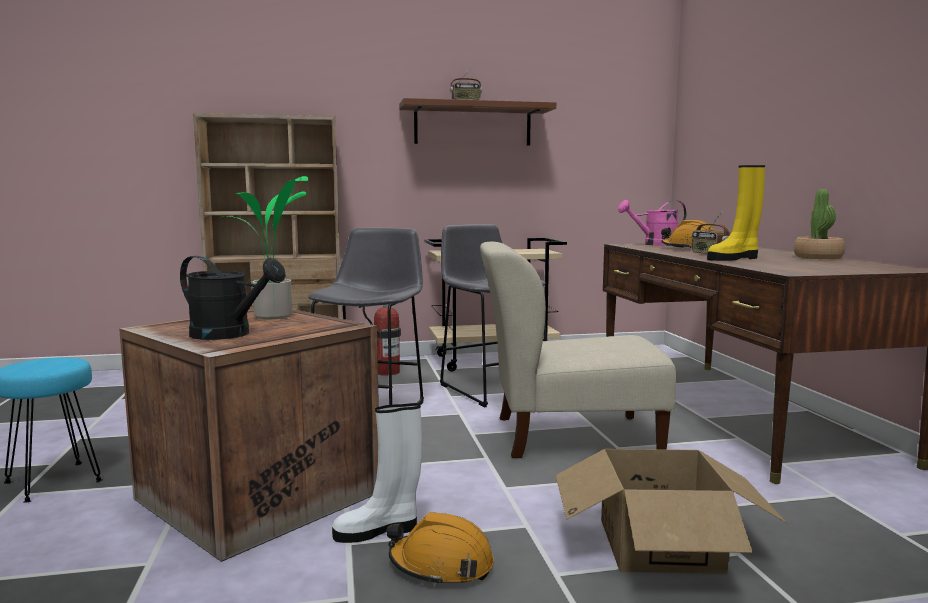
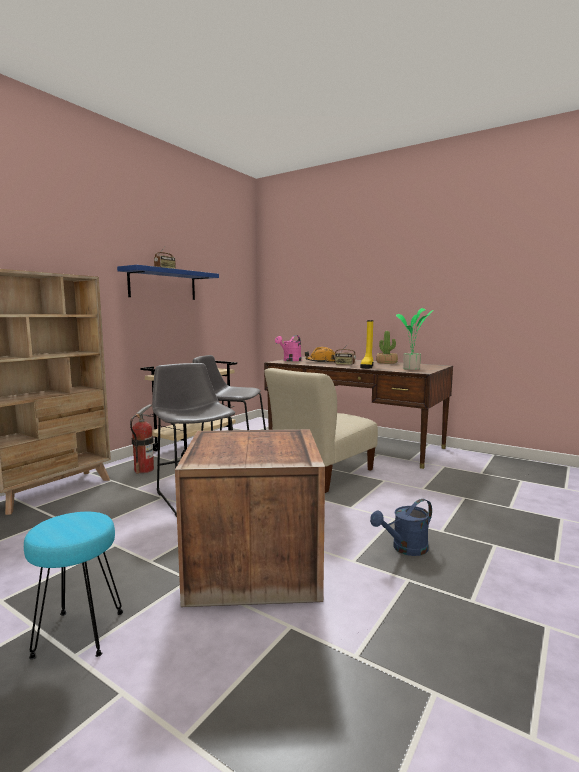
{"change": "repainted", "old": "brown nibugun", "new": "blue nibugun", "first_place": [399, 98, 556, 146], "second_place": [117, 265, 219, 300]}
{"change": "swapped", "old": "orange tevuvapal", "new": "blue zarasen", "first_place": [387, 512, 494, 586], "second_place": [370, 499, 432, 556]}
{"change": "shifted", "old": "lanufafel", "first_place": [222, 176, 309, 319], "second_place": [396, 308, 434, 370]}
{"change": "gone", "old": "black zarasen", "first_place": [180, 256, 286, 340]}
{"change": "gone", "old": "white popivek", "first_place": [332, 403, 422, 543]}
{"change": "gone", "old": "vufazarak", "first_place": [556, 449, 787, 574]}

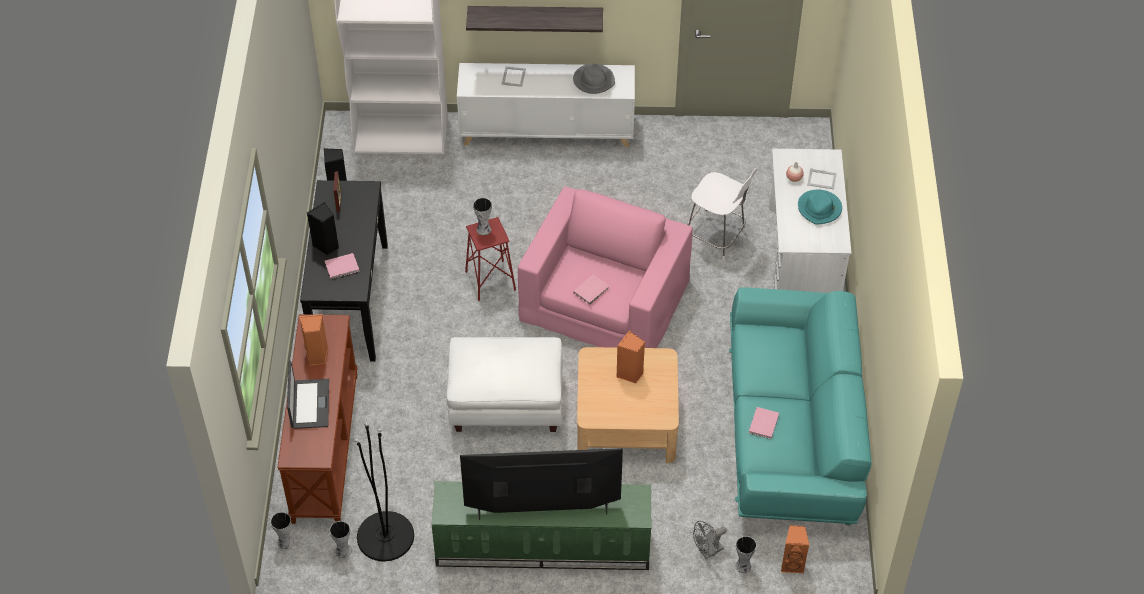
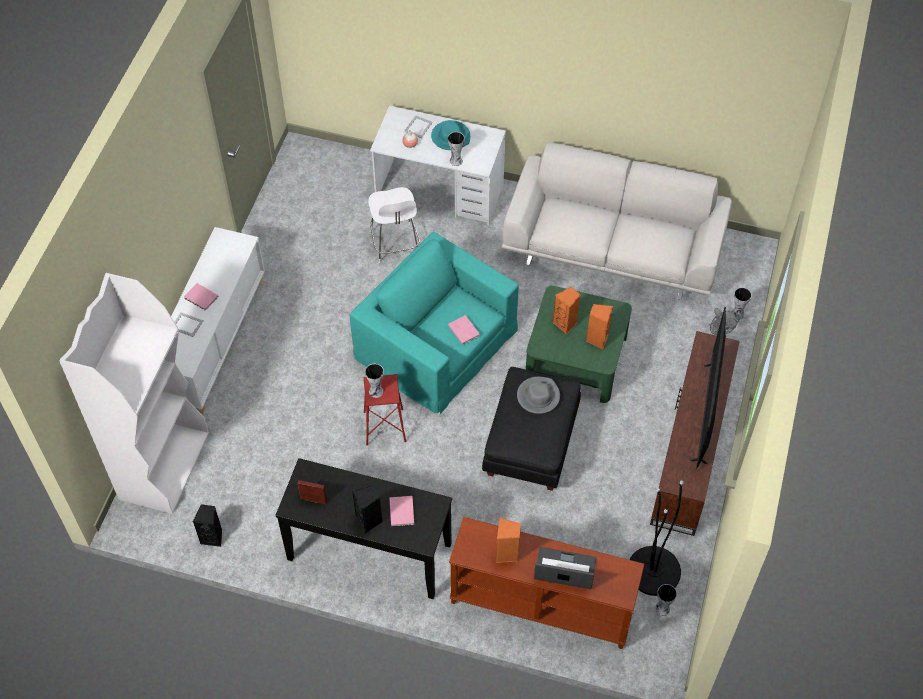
{"change": "shifted", "old": "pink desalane", "first_place": [749, 407, 779, 439], "second_place": [184, 283, 219, 311]}
{"change": "repainted", "old": "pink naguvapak", "new": "turquoise naguvapak", "first_place": [518, 186, 693, 348], "second_place": [350, 232, 519, 414]}
{"change": "rotated", "old": "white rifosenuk", "first_place": [686, 168, 757, 260], "second_place": [368, 187, 420, 263], "degrees": 120}
{"change": "shifted", "old": "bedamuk", "first_place": [271, 512, 294, 549], "second_place": [448, 132, 465, 166]}
{"change": "repainted", "old": "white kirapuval", "new": "black kirapuval", "first_place": [447, 337, 562, 432], "second_place": [482, 367, 581, 491]}
{"change": "repainted", "old": "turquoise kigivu", "new": "white kigivu", "first_place": [729, 287, 872, 526], "second_place": [502, 142, 732, 300]}
{"change": "shifted", "old": "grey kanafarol", "first_place": [573, 64, 615, 94], "second_place": [517, 377, 560, 414]}
{"change": "repainted", "old": "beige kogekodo", "new": "green kogekodo", "first_place": [577, 347, 679, 463], "second_place": [526, 286, 632, 403]}
{"change": "shifted", "old": "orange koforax", "first_place": [781, 525, 809, 573], "second_place": [586, 304, 613, 349]}
{"change": "repainted", "old": "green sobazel", "new": "brown sobazel", "first_place": [431, 481, 651, 570], "second_place": [650, 331, 740, 536]}
{"change": "gone", "old": "nibugun", "first_place": [466, 6, 603, 32]}

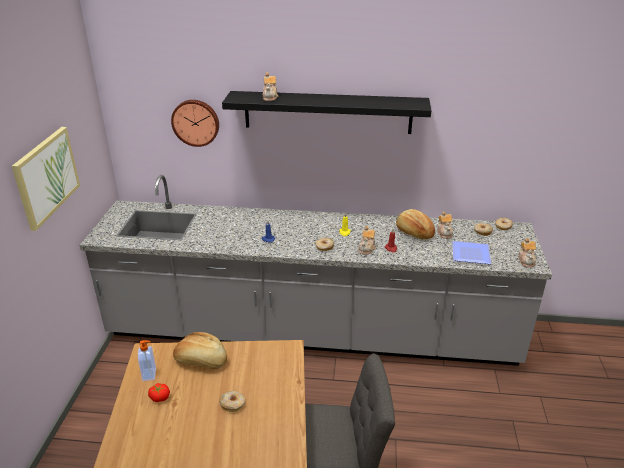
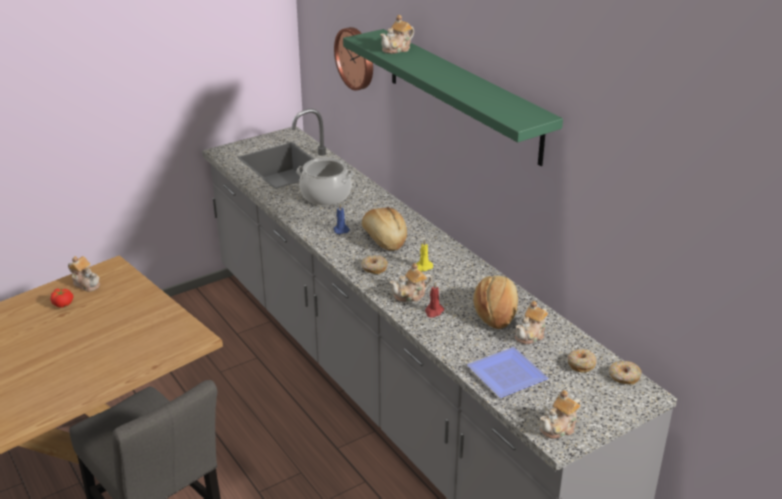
{"change": "swapped", "old": "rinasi", "new": "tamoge", "first_place": [138, 340, 156, 381], "second_place": [68, 256, 100, 292]}
{"change": "new", "new": "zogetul", "second_place": [296, 157, 354, 205]}
{"change": "repainted", "old": "black nibugun", "new": "green nibugun", "first_place": [222, 91, 431, 134], "second_place": [343, 29, 563, 166]}
{"change": "shifted", "old": "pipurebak", "first_place": [173, 332, 227, 369], "second_place": [362, 207, 407, 251]}
{"change": "gone", "old": "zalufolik", "first_place": [12, 127, 80, 231]}
{"change": "gone", "old": "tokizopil", "first_place": [219, 391, 245, 412]}

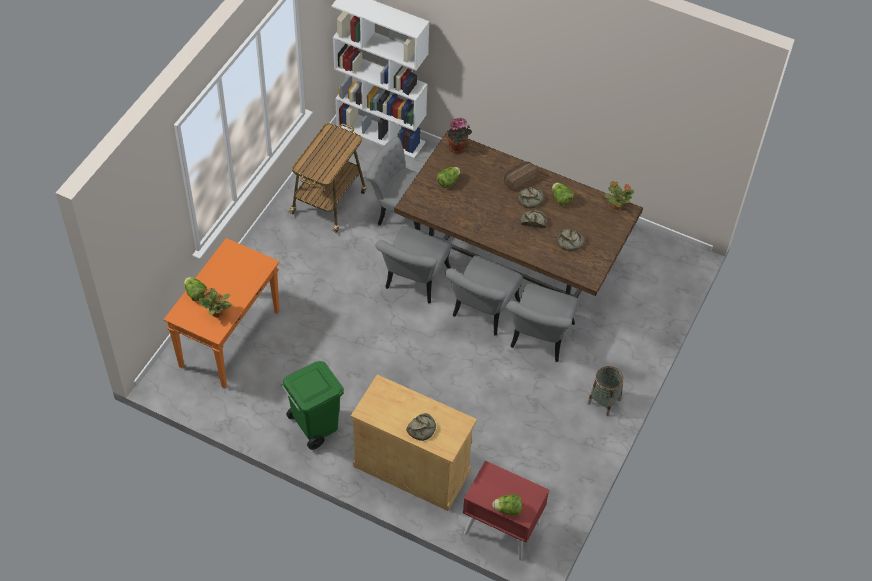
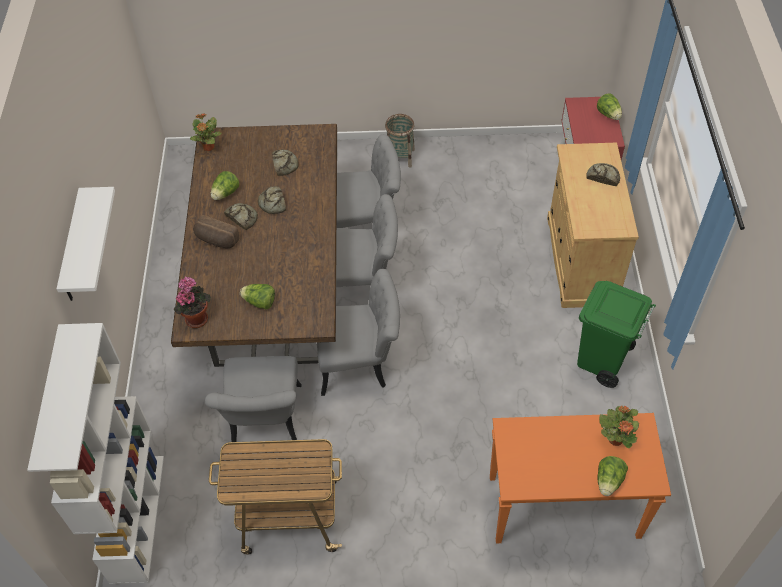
{"change": "new", "new": "white nibugun", "second_place": [57, 187, 115, 301]}

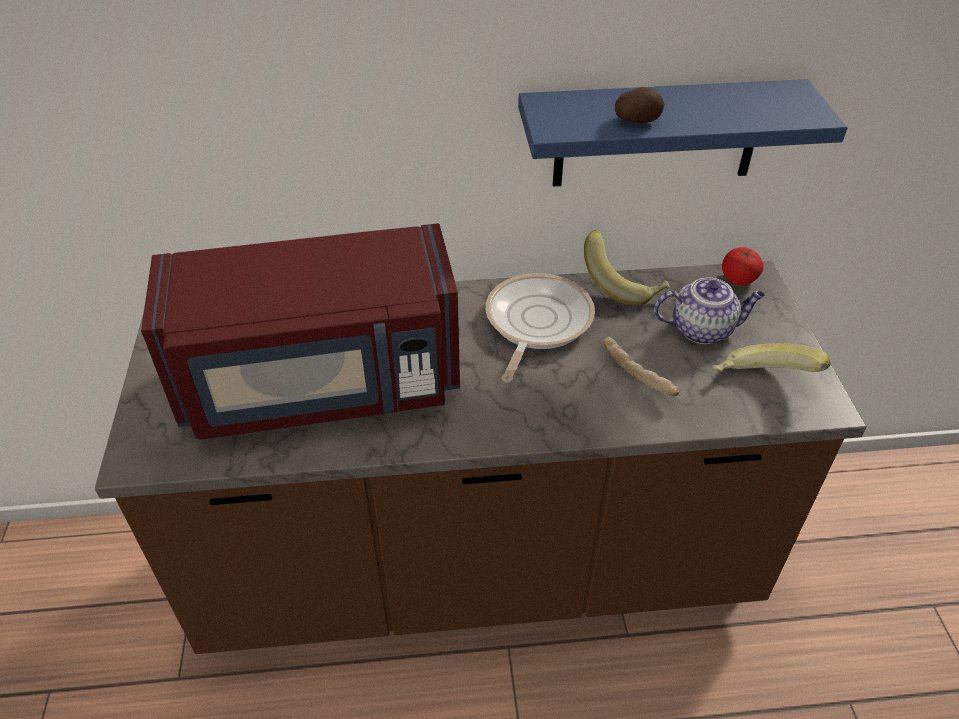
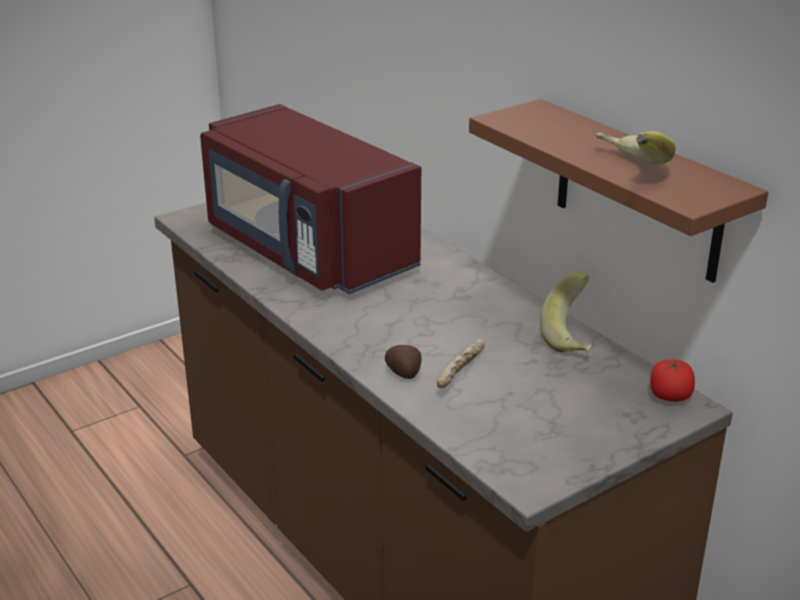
{"change": "shifted", "old": "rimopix", "first_place": [615, 87, 664, 123], "second_place": [385, 345, 422, 379]}
{"change": "repainted", "old": "blue nibugun", "new": "brown nibugun", "first_place": [518, 79, 847, 187], "second_place": [469, 99, 768, 283]}
{"change": "shifted", "old": "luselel", "first_place": [713, 343, 831, 372], "second_place": [596, 131, 676, 164]}
{"change": "gone", "old": "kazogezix", "first_place": [486, 273, 595, 383]}
{"change": "gone", "old": "tamoge", "first_place": [654, 277, 765, 344]}

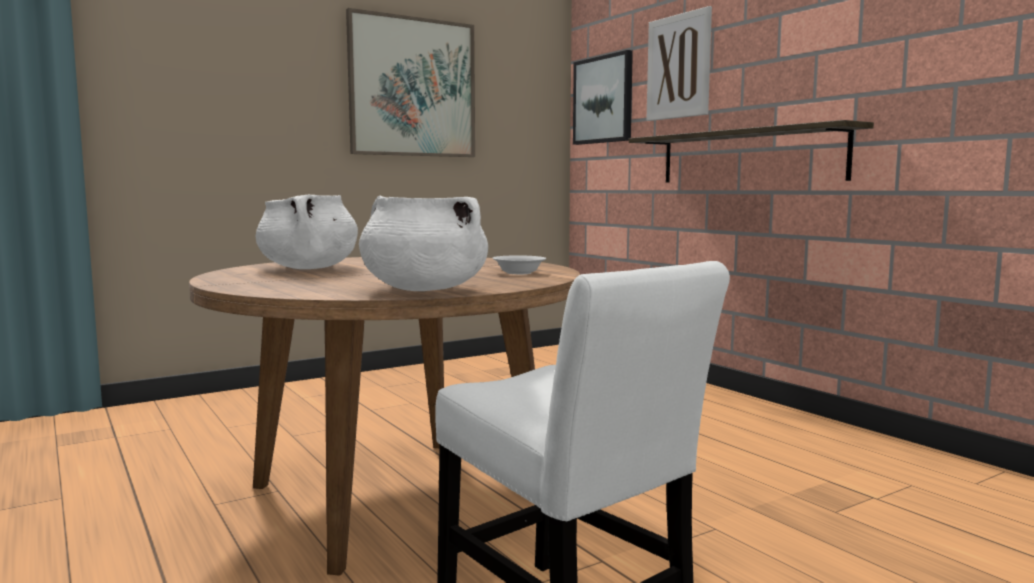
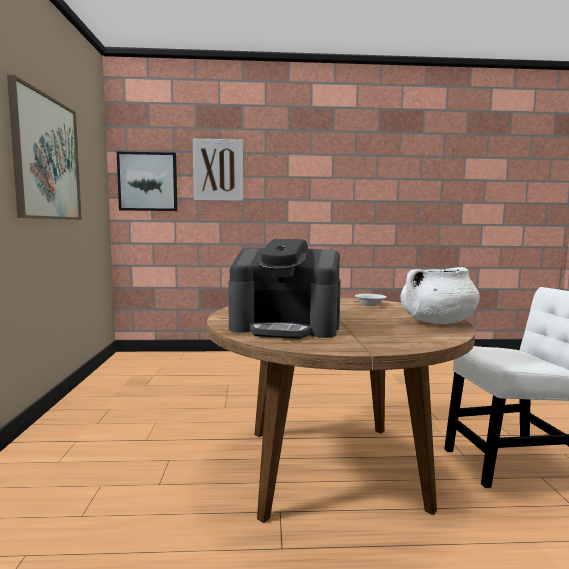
{"change": "swapped", "old": "white zogetul", "new": "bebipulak", "first_place": [256, 195, 358, 269], "second_place": [228, 239, 341, 339]}
{"change": "gone", "old": "nibugun", "first_place": [629, 120, 874, 183]}

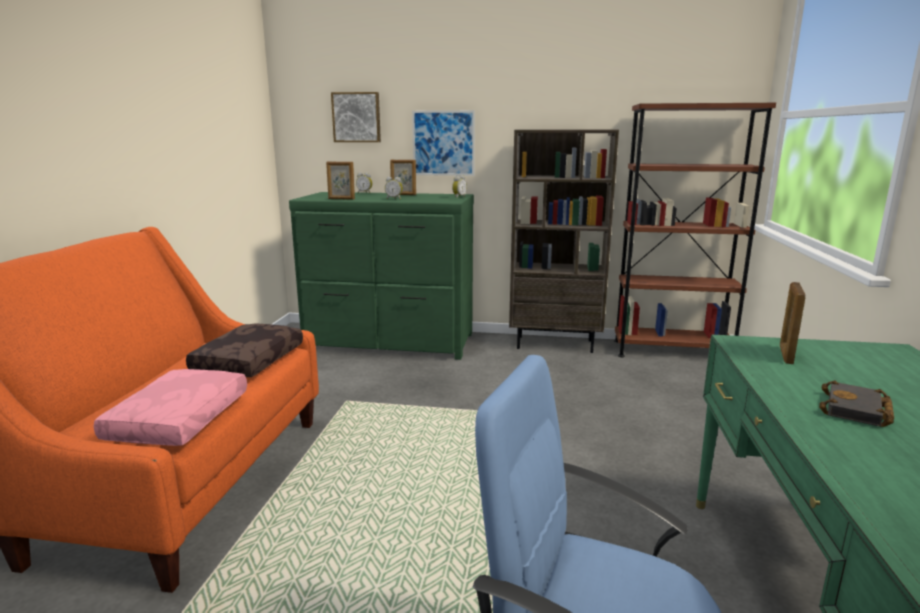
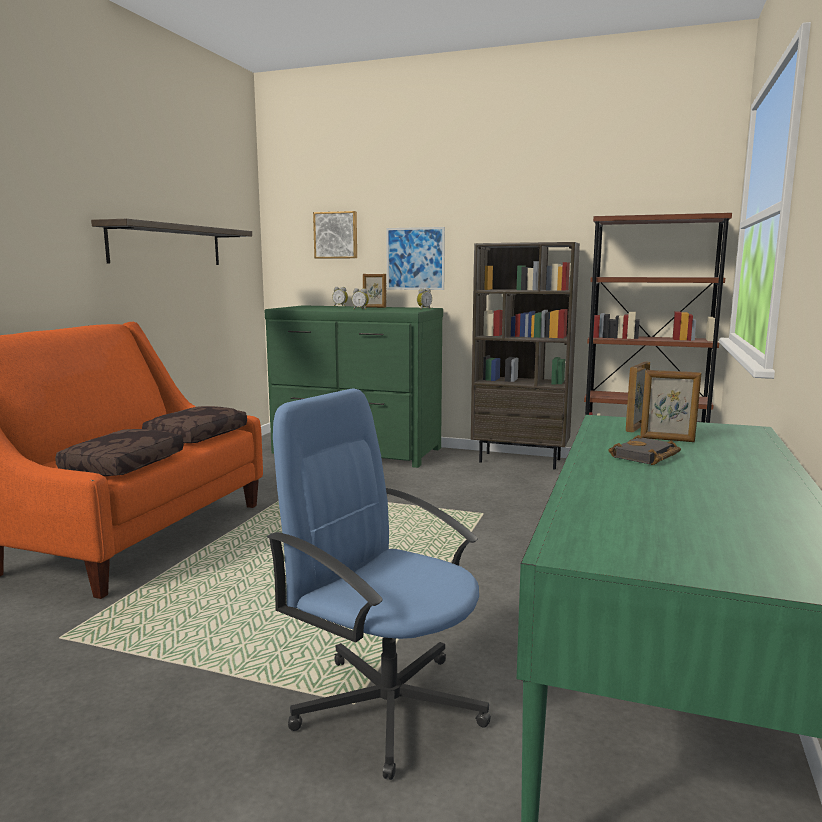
{"change": "repainted", "old": "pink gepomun", "new": "brown gepomun", "first_place": [93, 369, 247, 446], "second_place": [55, 429, 184, 476]}
{"change": "new", "new": "nibugun", "second_place": [91, 219, 252, 265]}
{"change": "shifted", "old": "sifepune", "first_place": [326, 161, 355, 200], "second_place": [640, 370, 701, 442]}

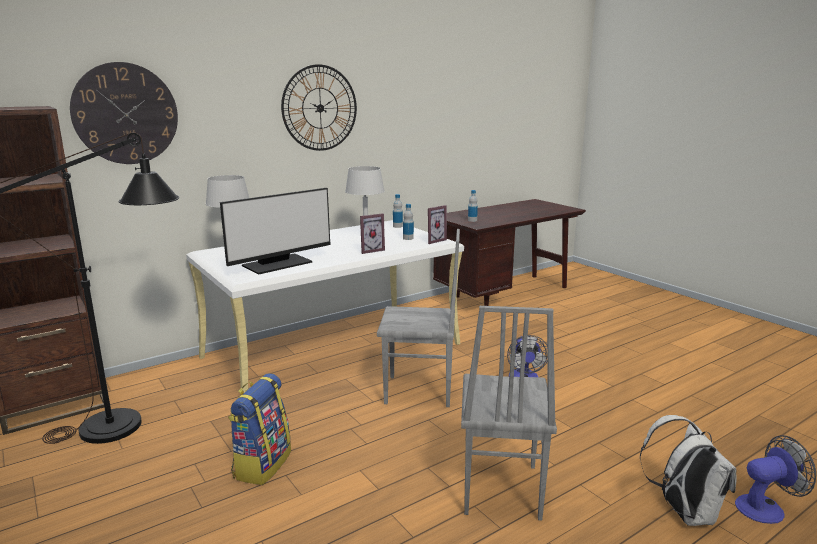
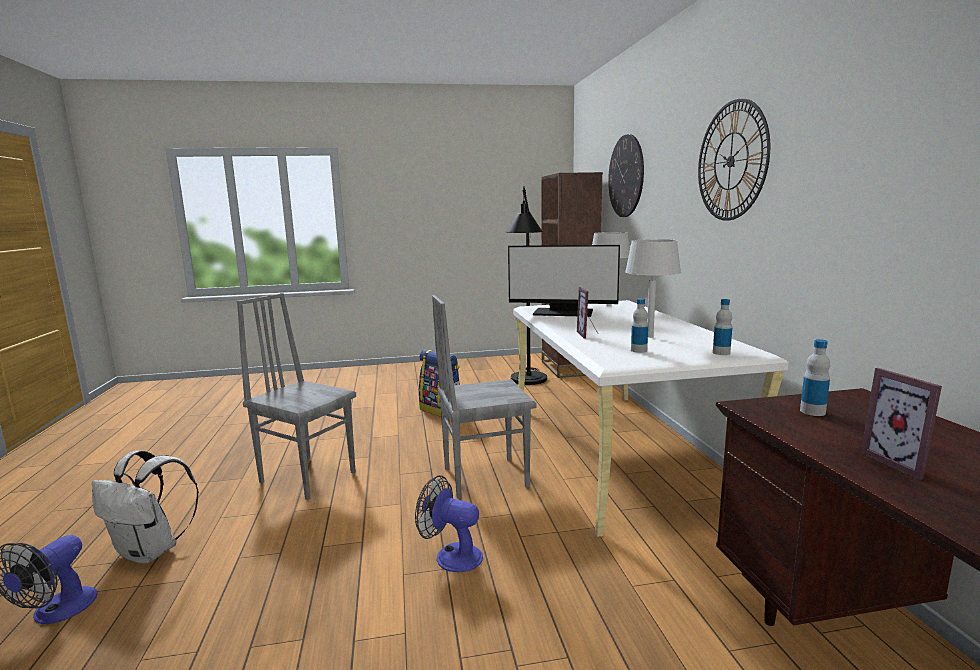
{"change": "rotated", "old": "grey rifosenuk", "first_place": [377, 229, 460, 407], "second_place": [432, 295, 537, 499], "degrees": 45}
{"change": "rotated", "old": "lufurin", "first_place": [220, 188, 331, 275], "second_place": [508, 245, 620, 317], "degrees": -60}
{"change": "shifted", "old": "sifepune", "first_place": [428, 205, 447, 244], "second_place": [861, 368, 942, 480]}

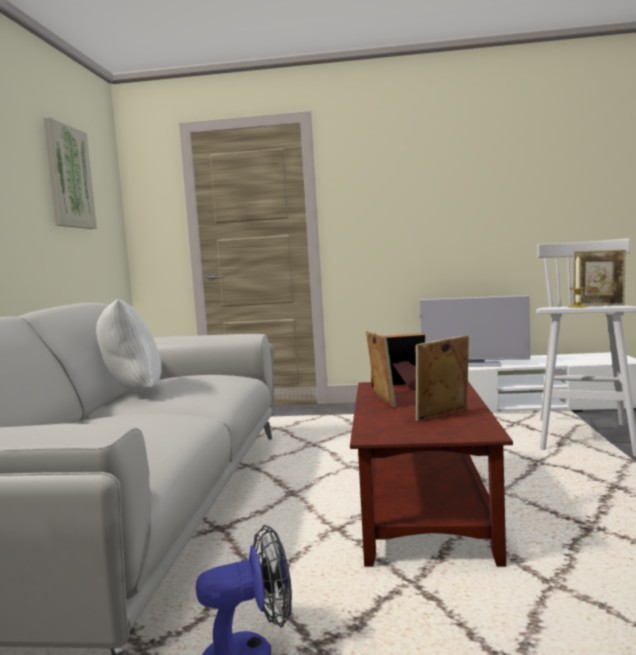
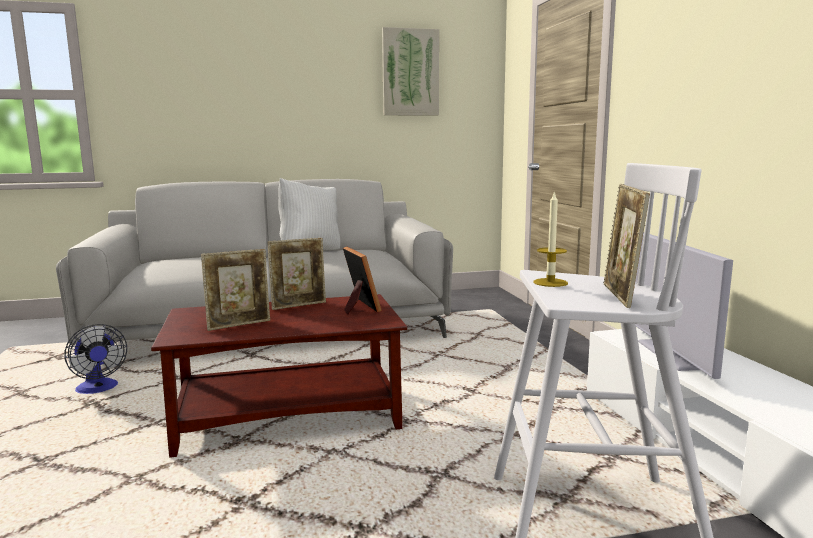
{"change": "rotated", "old": "sifepune", "first_place": [416, 335, 469, 421], "second_place": [201, 249, 270, 331], "degrees": 105}

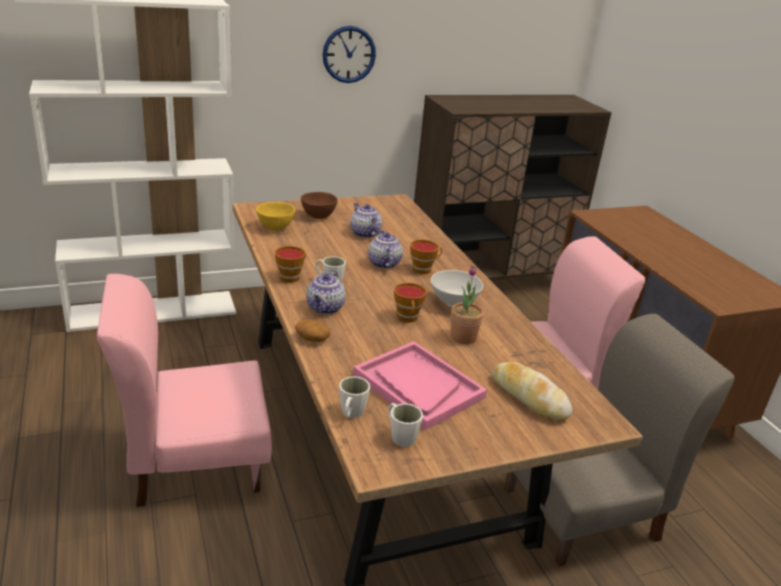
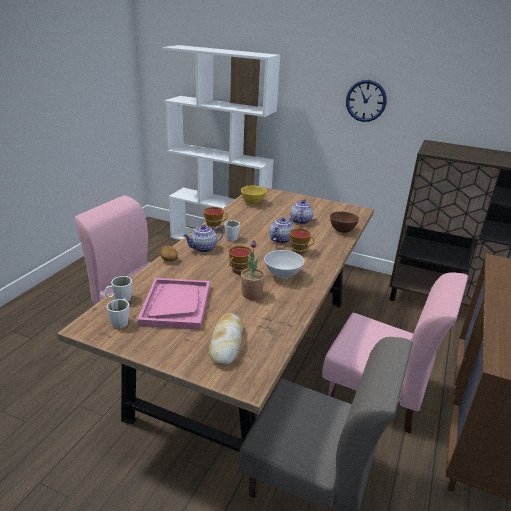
{"change": "shifted", "old": "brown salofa", "first_place": [301, 192, 338, 219], "second_place": [330, 211, 359, 233]}

